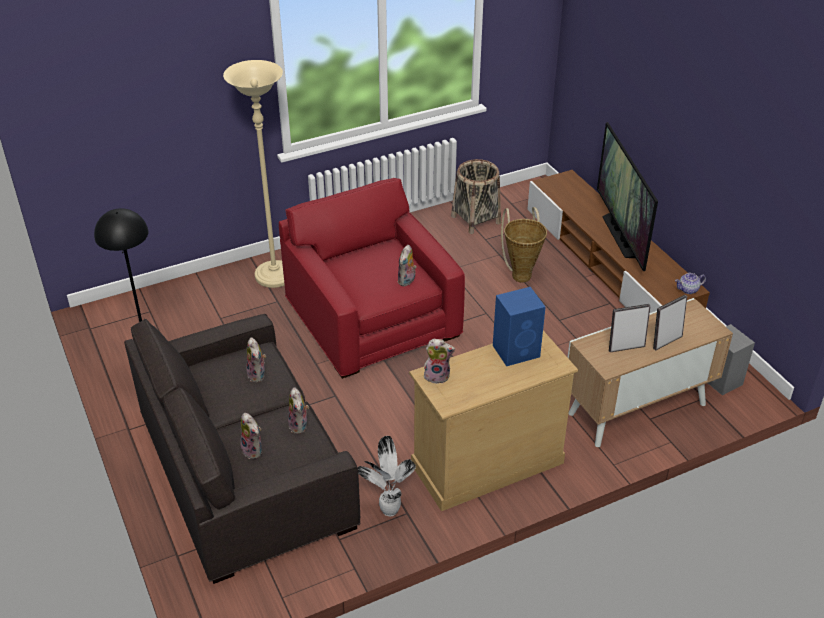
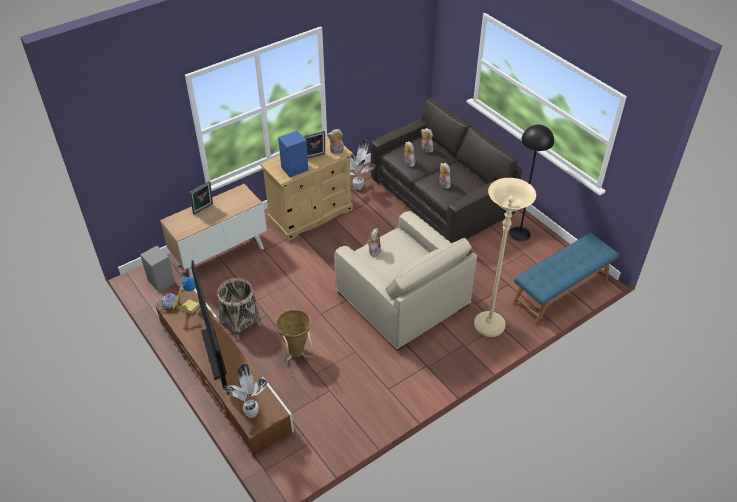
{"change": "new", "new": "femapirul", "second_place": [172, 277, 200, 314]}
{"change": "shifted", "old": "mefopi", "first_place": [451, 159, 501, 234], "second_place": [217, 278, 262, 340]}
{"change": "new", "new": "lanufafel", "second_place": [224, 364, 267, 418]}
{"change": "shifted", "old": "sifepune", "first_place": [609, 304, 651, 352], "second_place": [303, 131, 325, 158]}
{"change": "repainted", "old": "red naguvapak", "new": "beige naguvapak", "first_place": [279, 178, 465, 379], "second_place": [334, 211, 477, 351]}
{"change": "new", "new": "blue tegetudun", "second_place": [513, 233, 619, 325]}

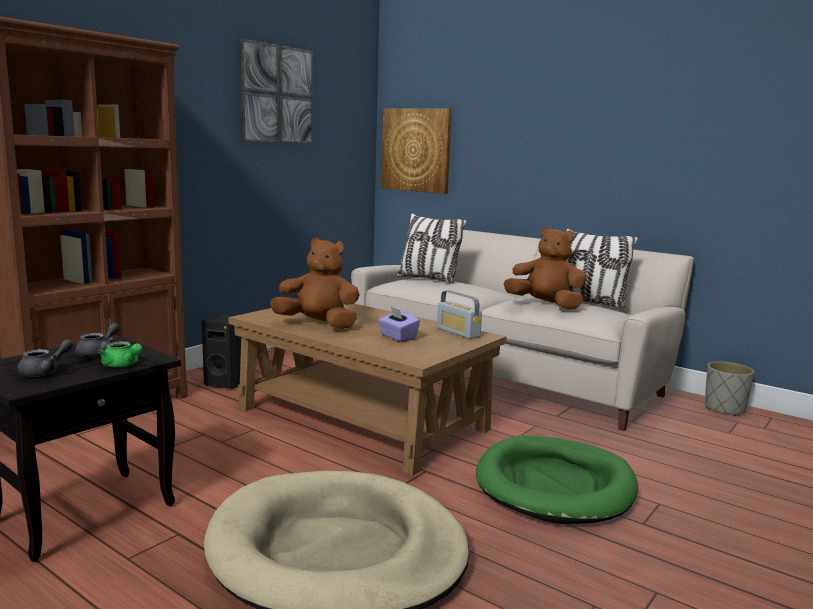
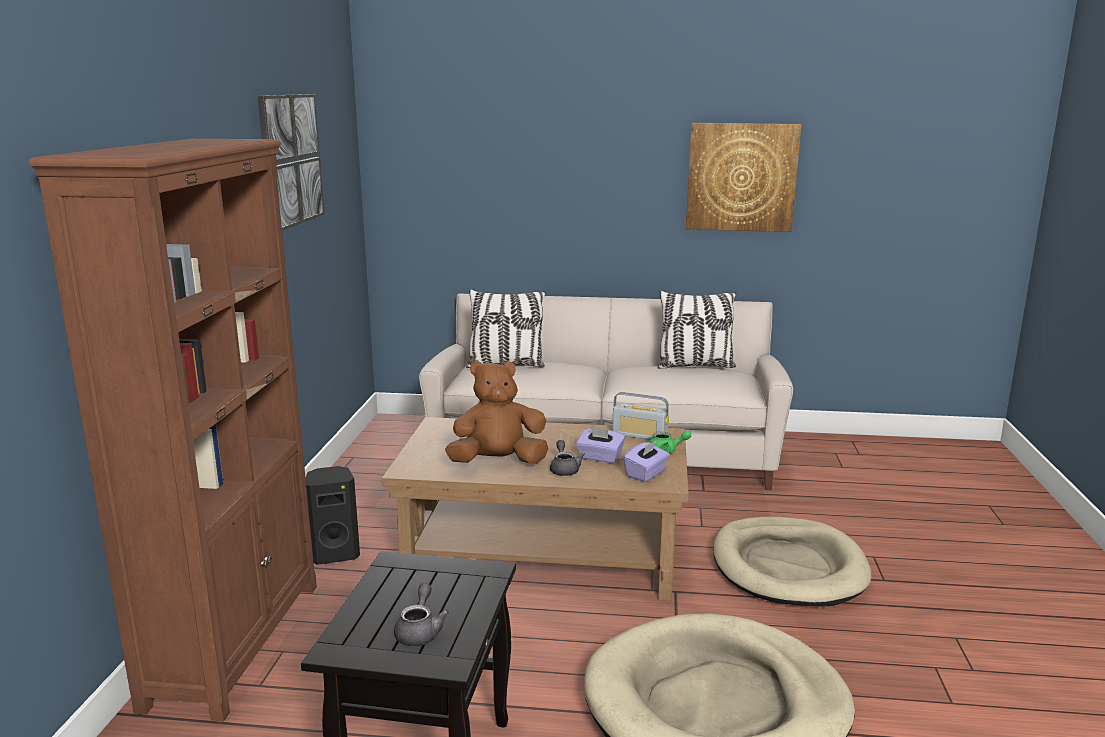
{"change": "shifted", "old": "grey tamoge", "first_place": [75, 323, 120, 358], "second_place": [550, 440, 585, 476]}
{"change": "new", "new": "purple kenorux", "second_place": [623, 440, 670, 482]}
{"change": "shifted", "old": "green tamoge", "first_place": [98, 341, 142, 367], "second_place": [649, 430, 692, 453]}
{"change": "shifted", "old": "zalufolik", "first_place": [381, 108, 452, 194], "second_place": [686, 123, 801, 232]}
{"change": "repainted", "old": "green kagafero", "new": "beige kagafero", "first_place": [476, 436, 638, 524], "second_place": [713, 517, 872, 606]}
{"change": "gone", "old": "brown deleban", "first_place": [503, 227, 587, 309]}
{"change": "gone", "old": "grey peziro", "first_place": [705, 361, 754, 416]}

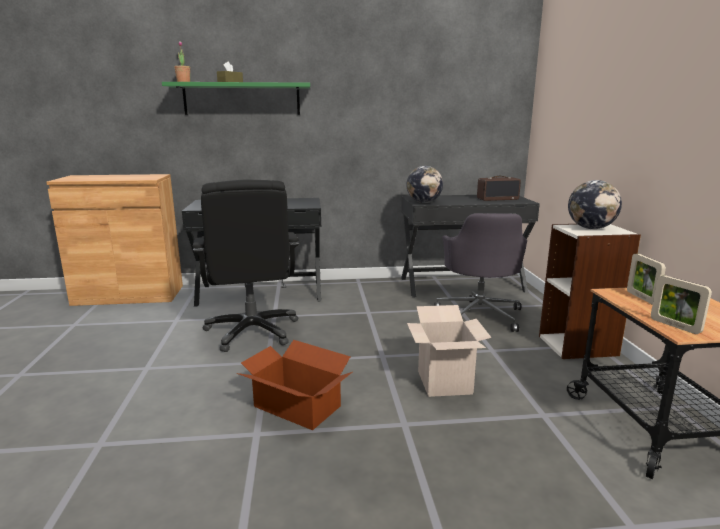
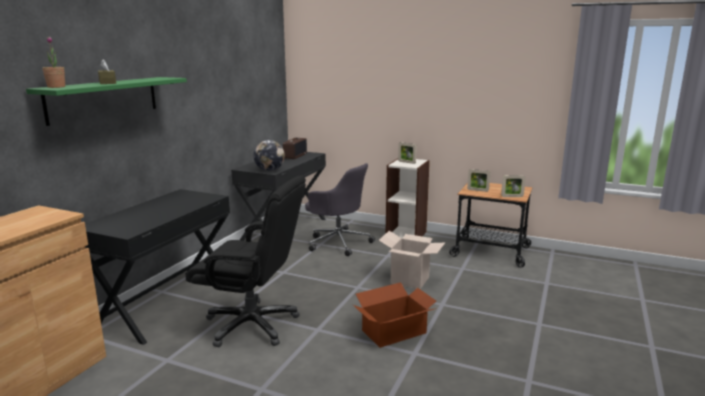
{"change": "swapped", "old": "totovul", "new": "sifepune", "first_place": [568, 180, 622, 229], "second_place": [398, 142, 417, 164]}

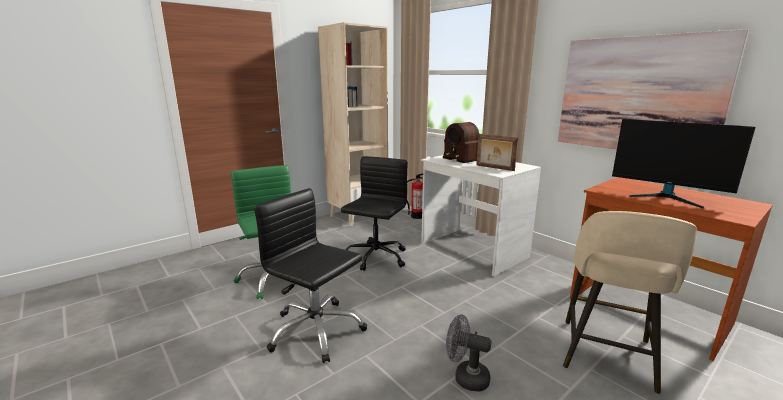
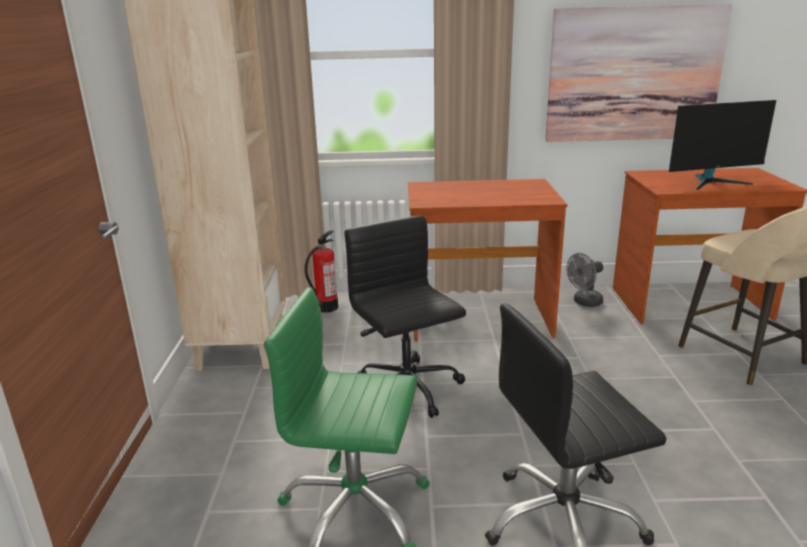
{"change": "repainted", "old": "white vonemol", "new": "brown vonemol", "first_place": [421, 155, 541, 276], "second_place": [408, 179, 567, 341]}
{"change": "shifted", "old": "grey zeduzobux", "first_place": [446, 315, 491, 392], "second_place": [566, 253, 603, 307]}
{"change": "gone", "old": "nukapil", "first_place": [443, 122, 479, 163]}
{"change": "gone", "old": "sifepune", "first_place": [476, 134, 518, 171]}

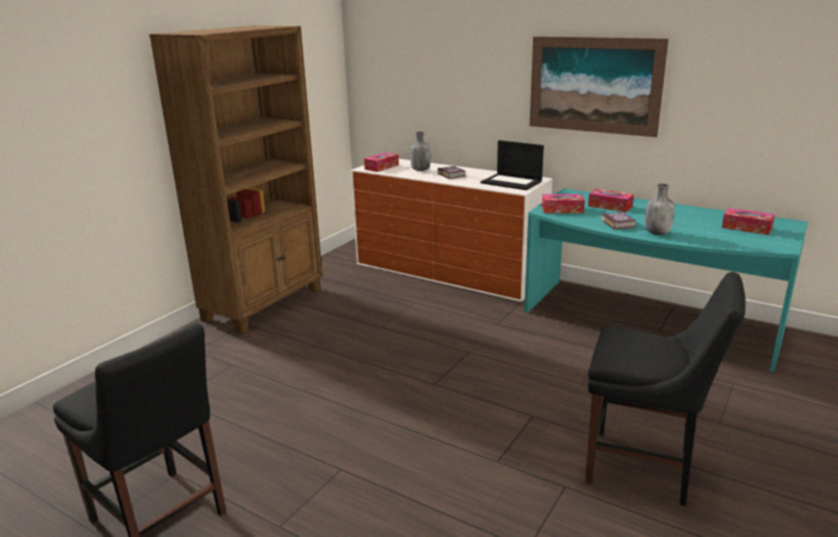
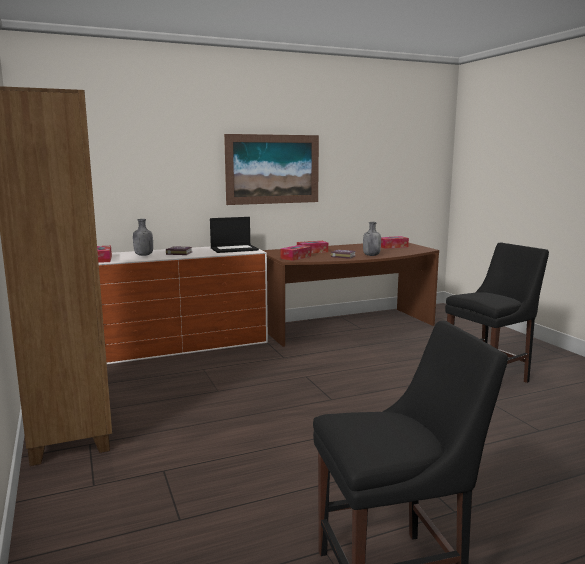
{"change": "repainted", "old": "turquoise vonemol", "new": "brown vonemol", "first_place": [524, 189, 808, 372], "second_place": [263, 243, 439, 347]}

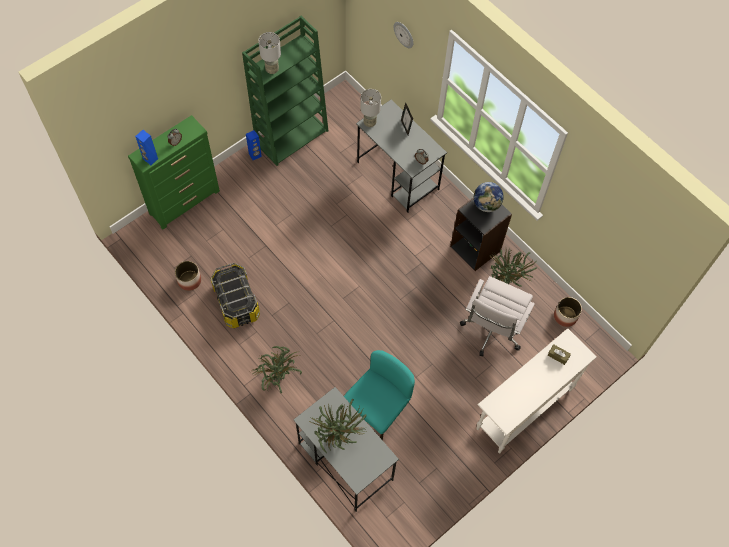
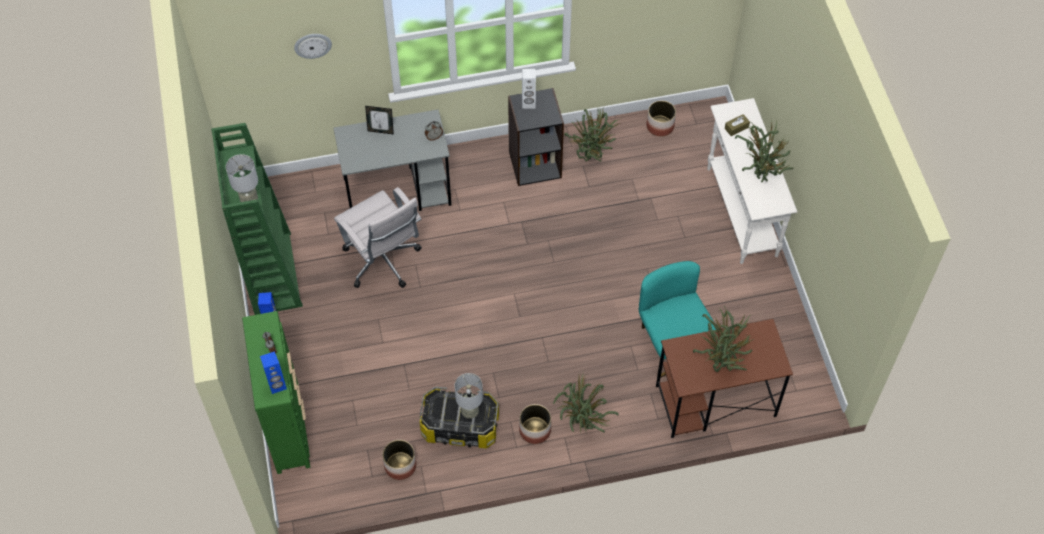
{"change": "shifted", "old": "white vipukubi", "first_place": [460, 276, 535, 356], "second_place": [334, 187, 422, 288]}
{"change": "shifted", "old": "grey femapirul", "first_place": [360, 89, 381, 127], "second_place": [455, 373, 483, 419]}
{"change": "new", "new": "peziro", "second_place": [519, 404, 551, 444]}
{"change": "swapped", "old": "totovul", "new": "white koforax", "first_place": [474, 182, 504, 212], "second_place": [522, 69, 536, 109]}
{"change": "repainted", "old": "grey vonemol", "new": "brown vonemol", "first_place": [294, 387, 399, 512], "second_place": [656, 319, 793, 438]}
{"change": "new", "new": "lanufafel", "second_place": [735, 122, 794, 182]}

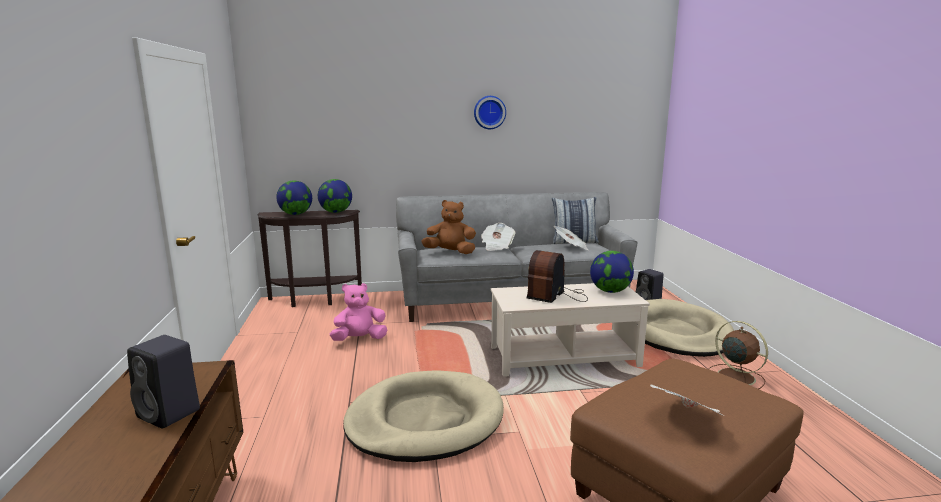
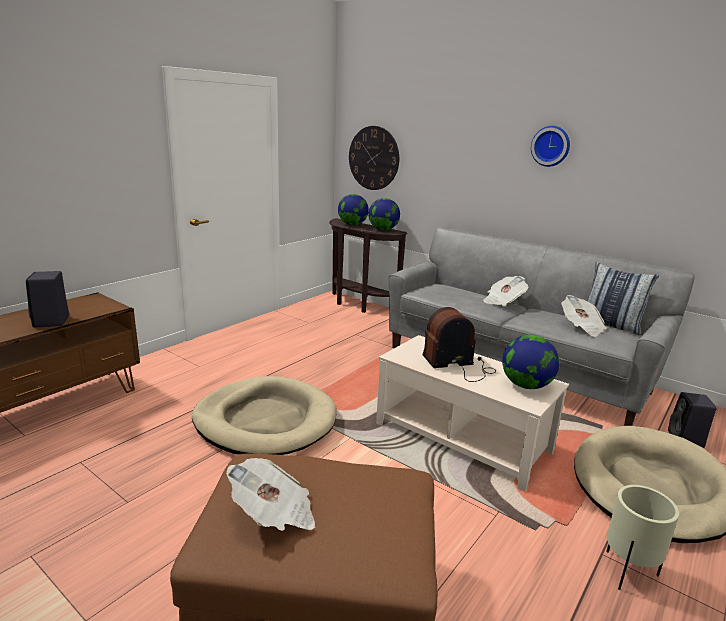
{"change": "new", "new": "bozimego", "second_place": [349, 126, 399, 190]}
{"change": "swapped", "old": "brown zeduzobux", "new": "beige peziro", "first_place": [708, 321, 768, 389], "second_place": [606, 485, 679, 590]}
{"change": "gone", "old": "pink deleban", "first_place": [330, 283, 387, 341]}
{"change": "gone", "old": "brown deleban", "first_place": [421, 200, 476, 254]}

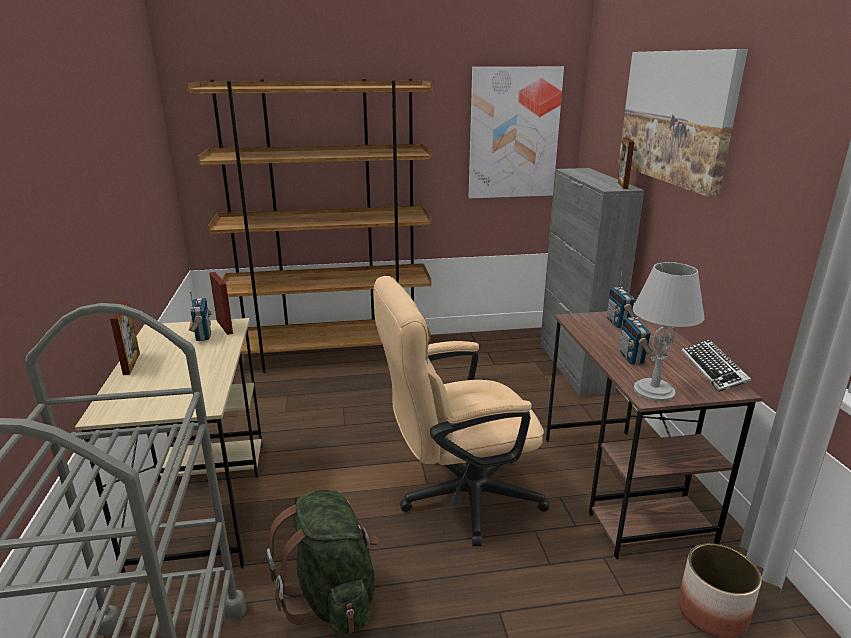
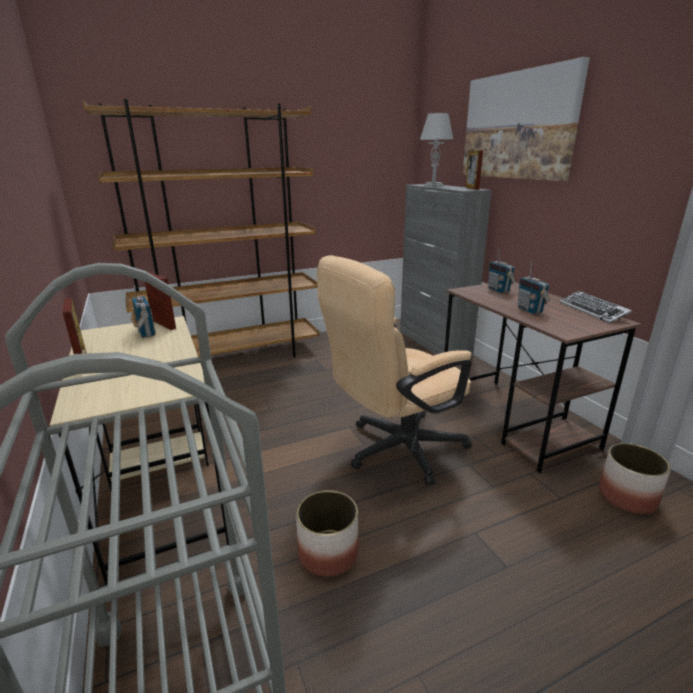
{"change": "swapped", "old": "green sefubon", "new": "peziro", "first_place": [267, 489, 378, 635], "second_place": [296, 490, 359, 577]}
{"change": "shifted", "old": "grey femapirul", "first_place": [632, 262, 705, 401], "second_place": [420, 113, 453, 186]}
{"change": "gone", "old": "zalufolik", "first_place": [469, 67, 564, 198]}

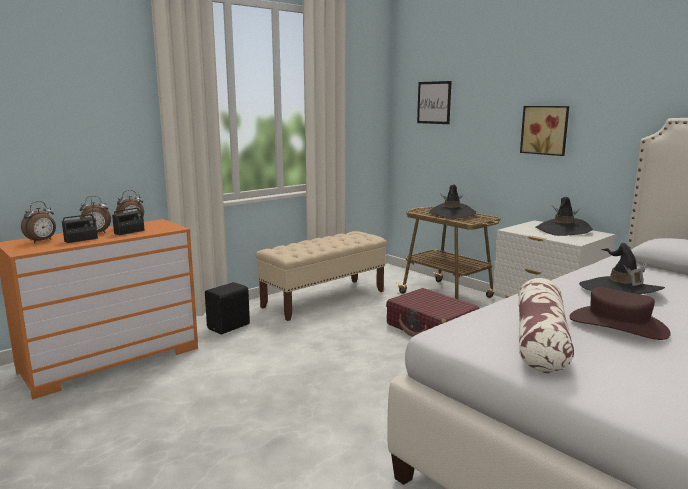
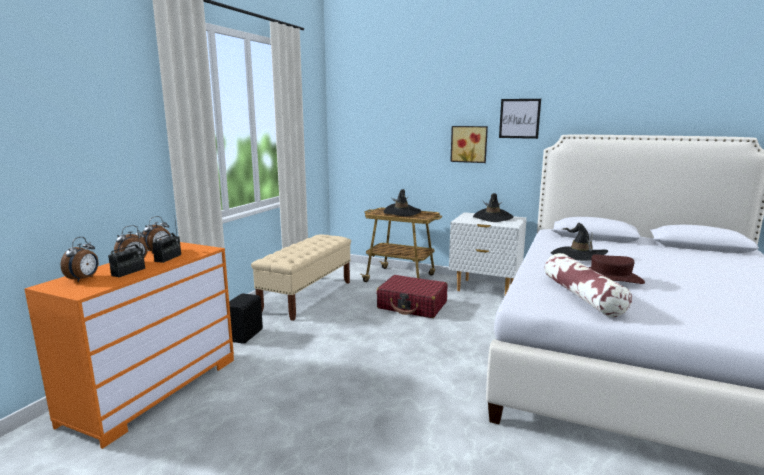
{"change": "shifted", "old": "zalufolik", "first_place": [417, 81, 452, 124], "second_place": [499, 99, 541, 139]}

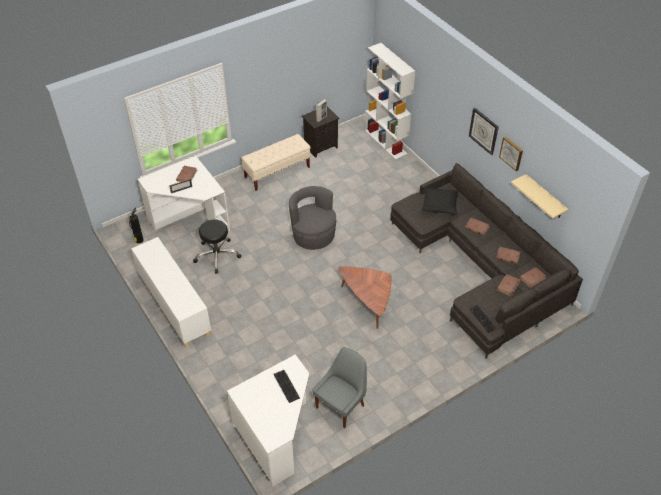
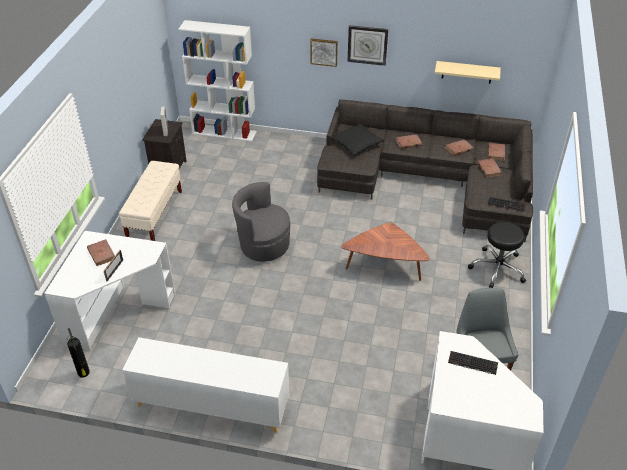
{"change": "shifted", "old": "zalufolik", "first_place": [499, 136, 523, 171], "second_place": [310, 38, 338, 67]}
{"change": "shifted", "old": "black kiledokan", "first_place": [193, 220, 241, 274], "second_place": [468, 222, 526, 288]}

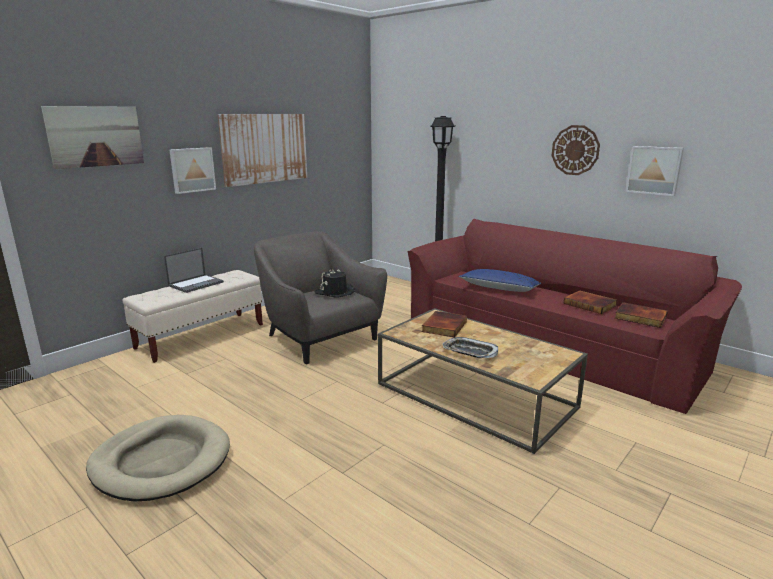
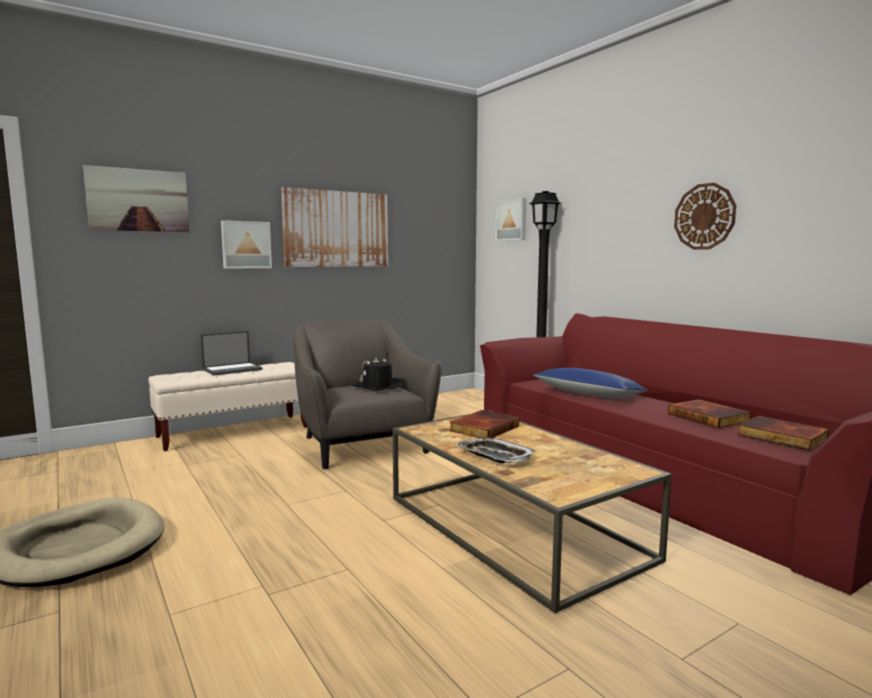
{"change": "shifted", "old": "zalufolik", "first_place": [626, 146, 684, 196], "second_place": [496, 198, 526, 241]}

